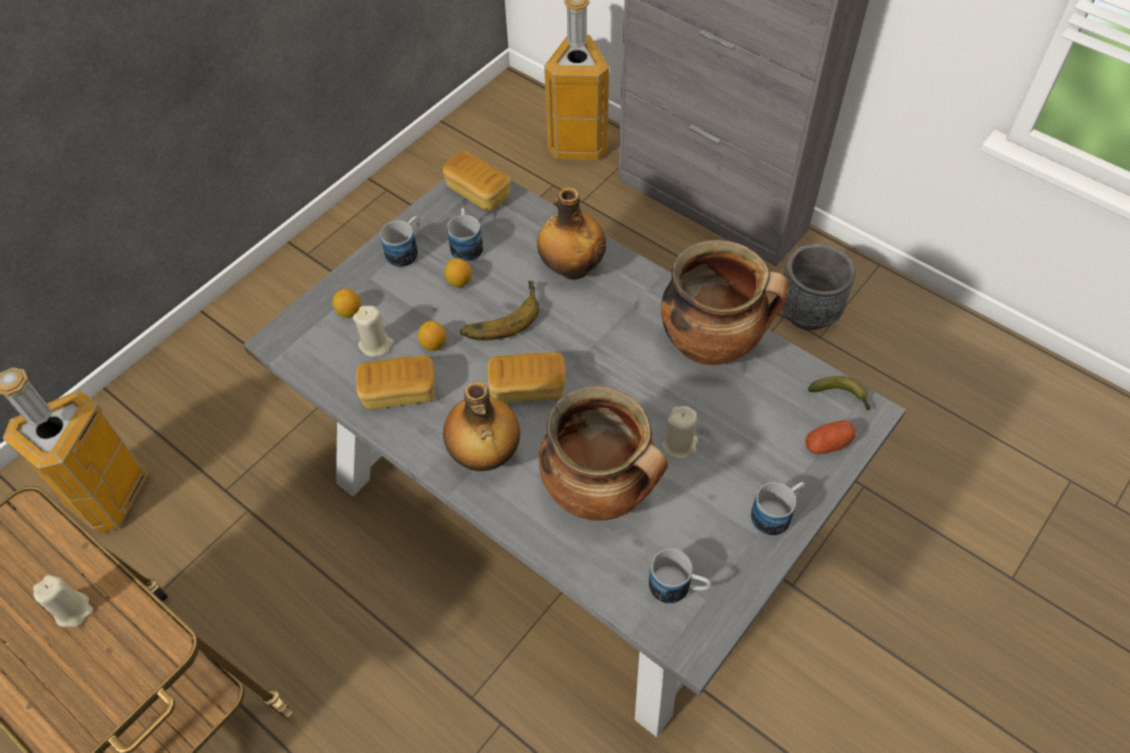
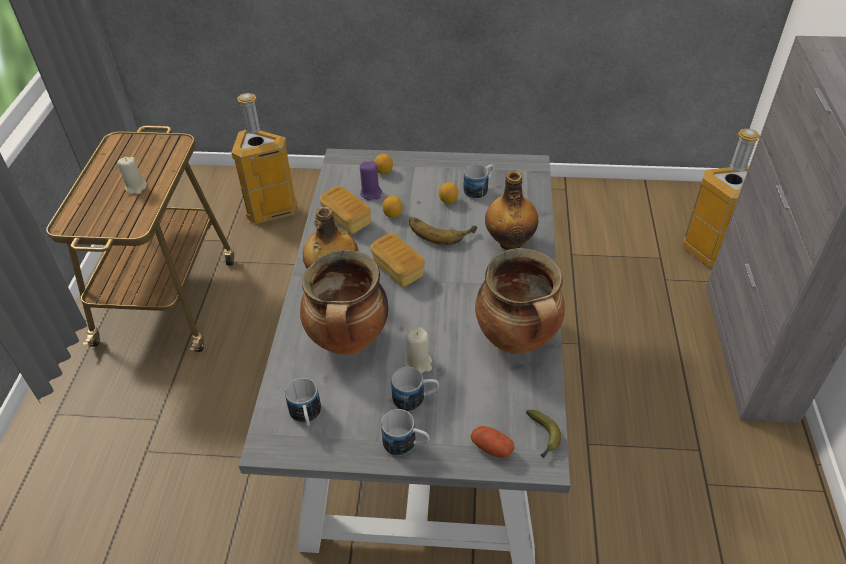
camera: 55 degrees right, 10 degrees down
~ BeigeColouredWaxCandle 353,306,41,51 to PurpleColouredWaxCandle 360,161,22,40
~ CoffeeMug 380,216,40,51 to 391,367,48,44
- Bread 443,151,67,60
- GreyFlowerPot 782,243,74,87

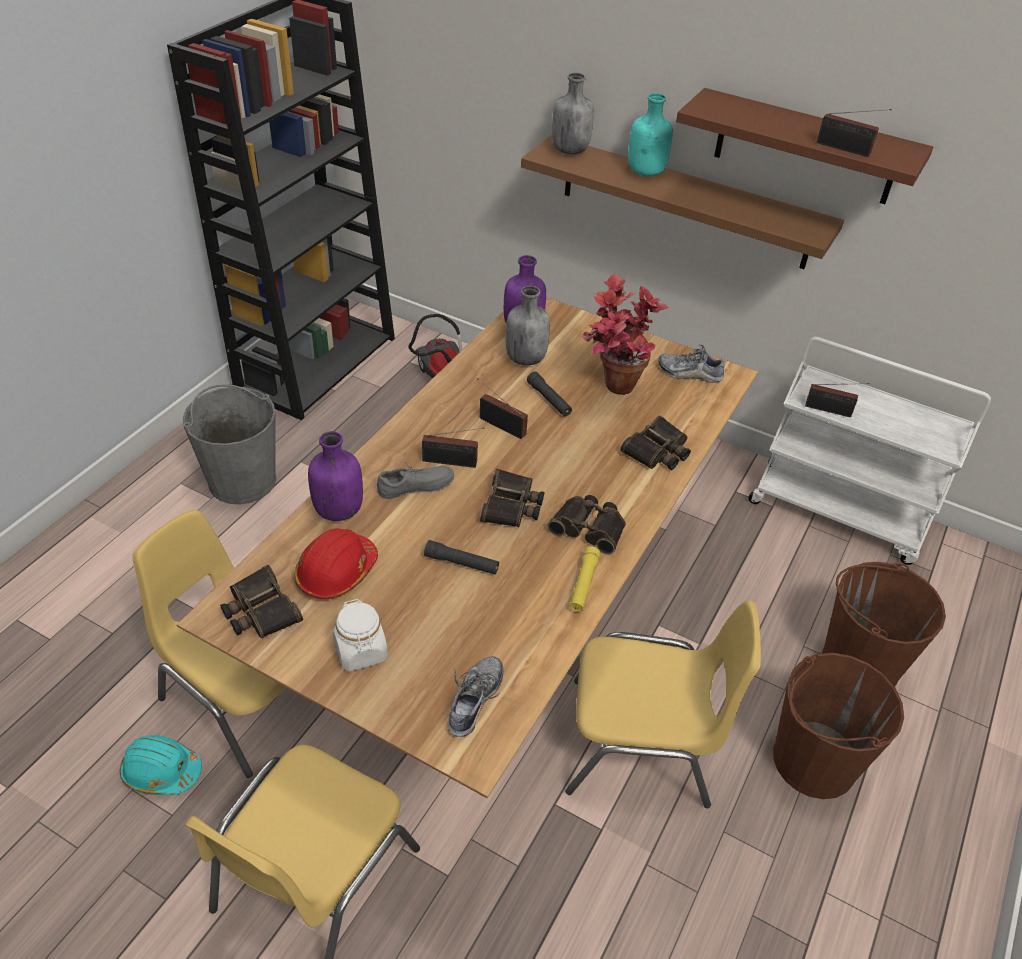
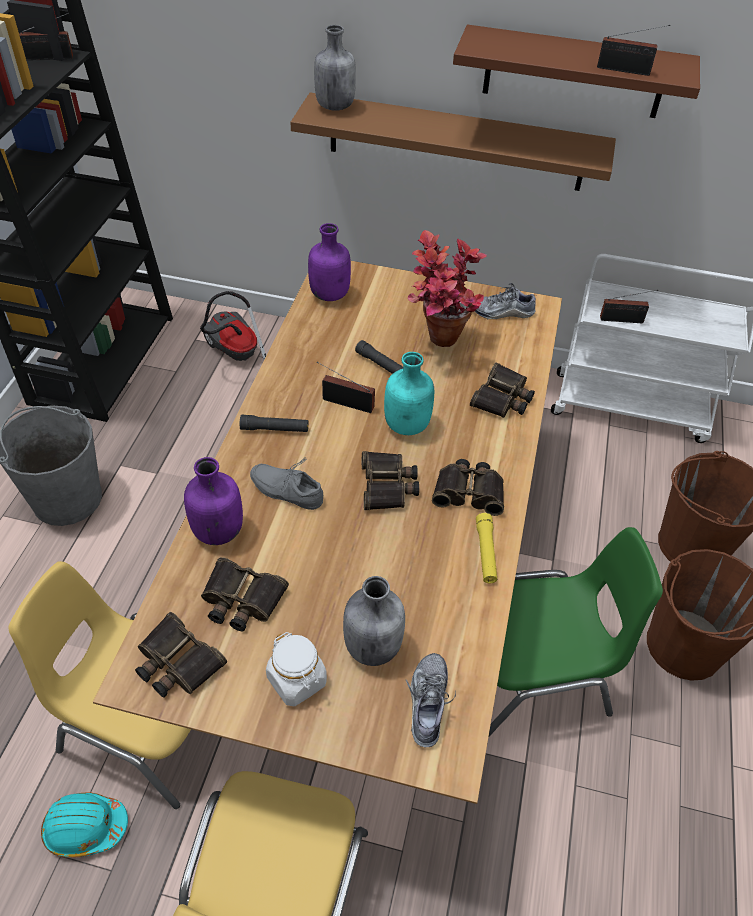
camera: 15 degrees left, 5 degrees up
~ RedColouredWorkHelmet 294,528,84,71 to FieldGlasses 201,557,88,74
~ GreyLowShoe 377,462,77,37 = 250,457,73,53 120 degrees counterclockwise
~ RadioReceiver 422,428,63,40 to 19,13,54,47
~ BlackishHandTorch 424,540,75,34 to 240,415,68,17
~ GreyBeverageBottle 505,286,45,79 to 343,576,62,90
~ YellowUprightChair 565,600,196,208 to GreenishUprightChair 488,527,175,211
~ TurquoiseBeverageBottle 628,93,45,83 to 384,352,50,83

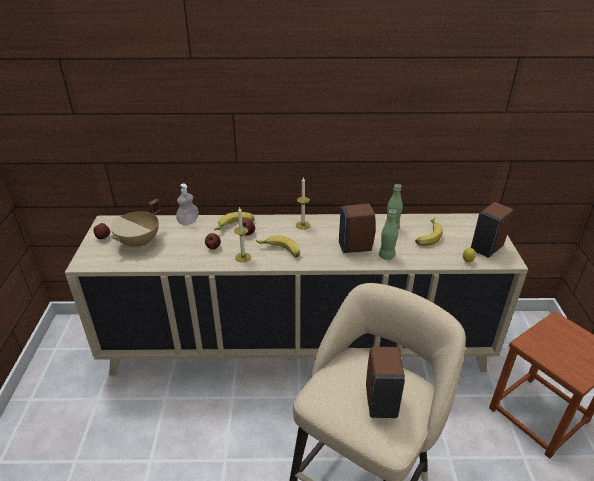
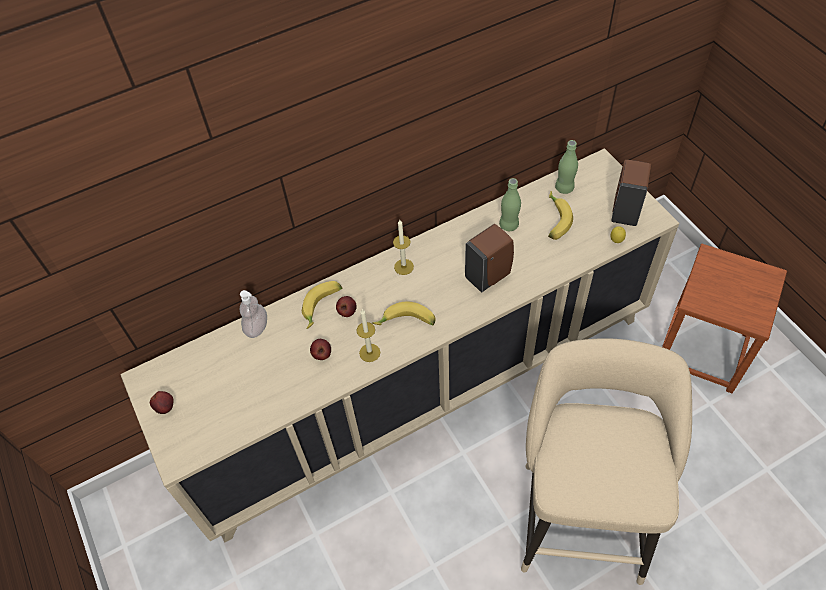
camera: 25 degrees left, 20 degrees up
- BeigeColouredStockpot 110,199,51,49
- BrownishSoapDispenser 366,347,39,71
~ GreenishBeverageBottle 379,209,19,51 to 555,140,23,54

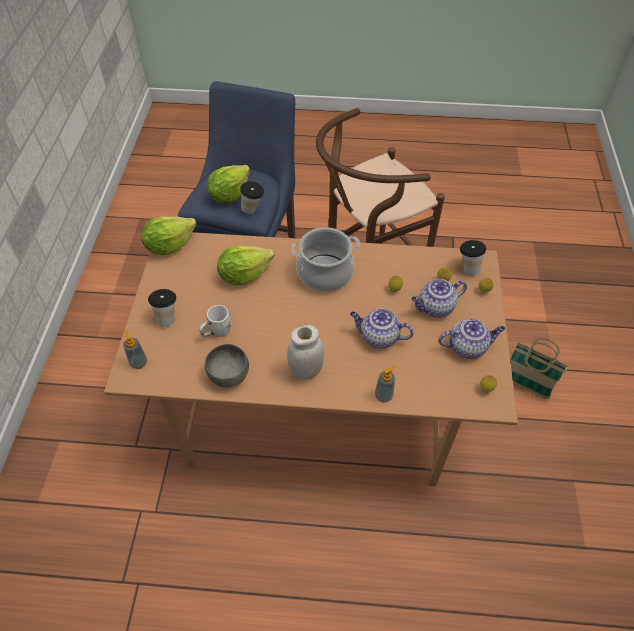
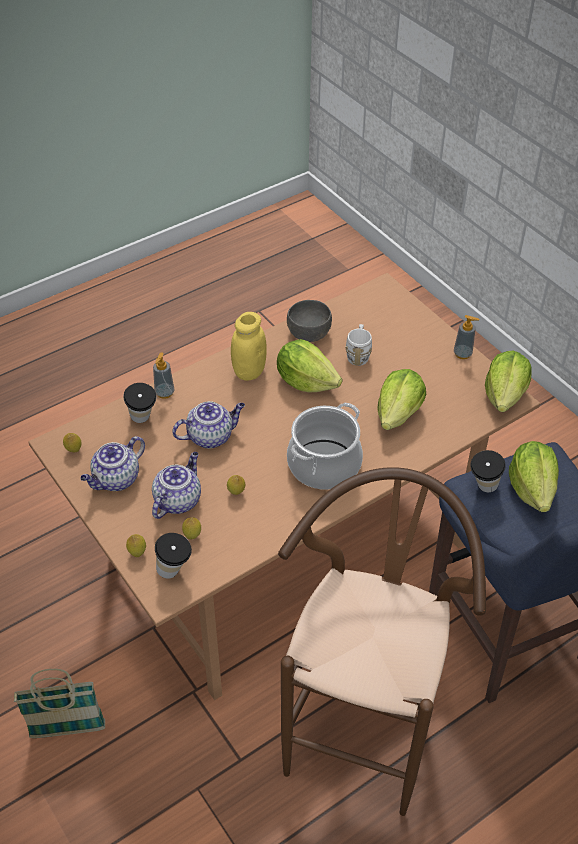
camera: 140 degrees right, 5 degrees down
~ SoapDispenser 123,329,24,40 to 454,315,25,44
~ DrinkingCup 148,289,28,38 to 123,383,33,40
~ WhiteColouredPreserveJar 287,325,37,55 to YellowPreserveJar 231,312,36,69
+ HeadOfLettuce 277,339,65,53

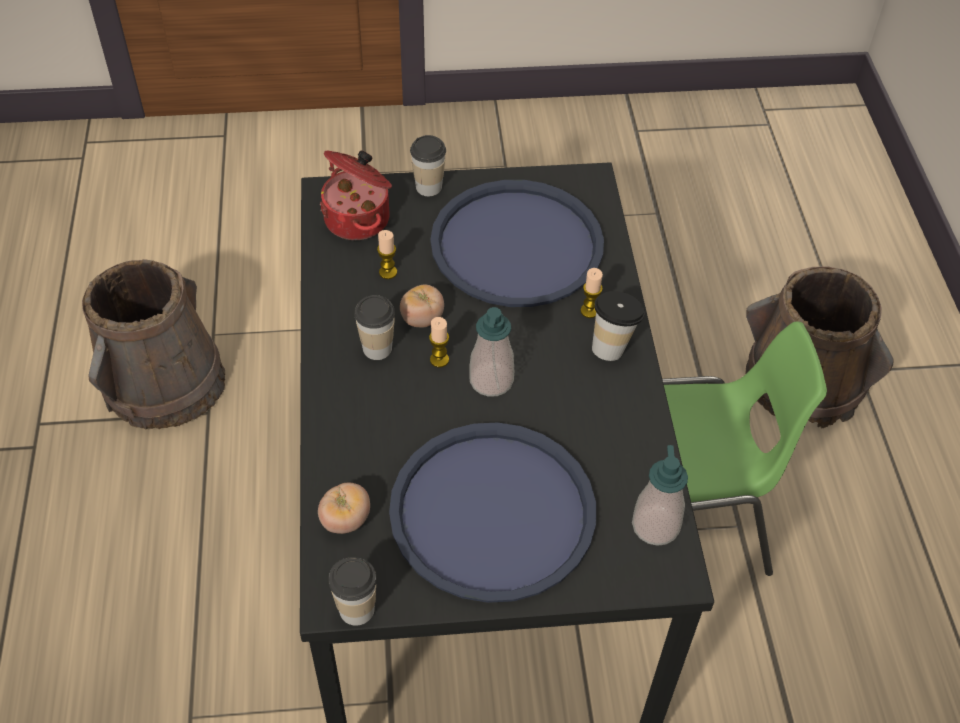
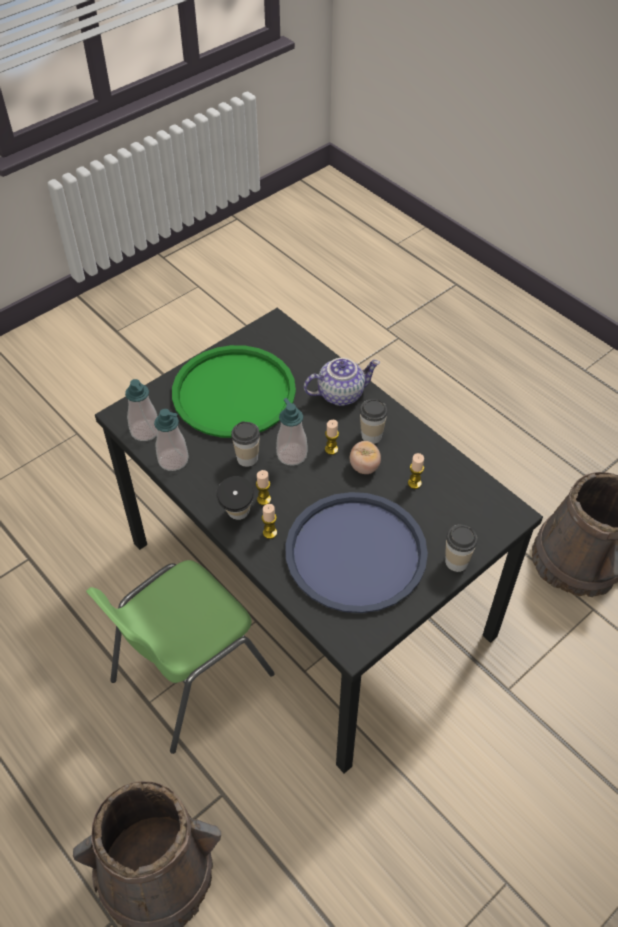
camera: 145 degrees right, 0 degrees up
- Tomato 318,483,52,51
- Stockpot 320,150,72,90
~ DrinkingCup 329,557,48,69 to 231,421,29,46
~ BluishCarryingTray 389,423,207,180 to GreenishCarryingTray 172,345,124,93
+ SoapDispenser 154,409,35,62
+ WaxCandle 256,470,15,35
+ PotForTea 304,358,76,48

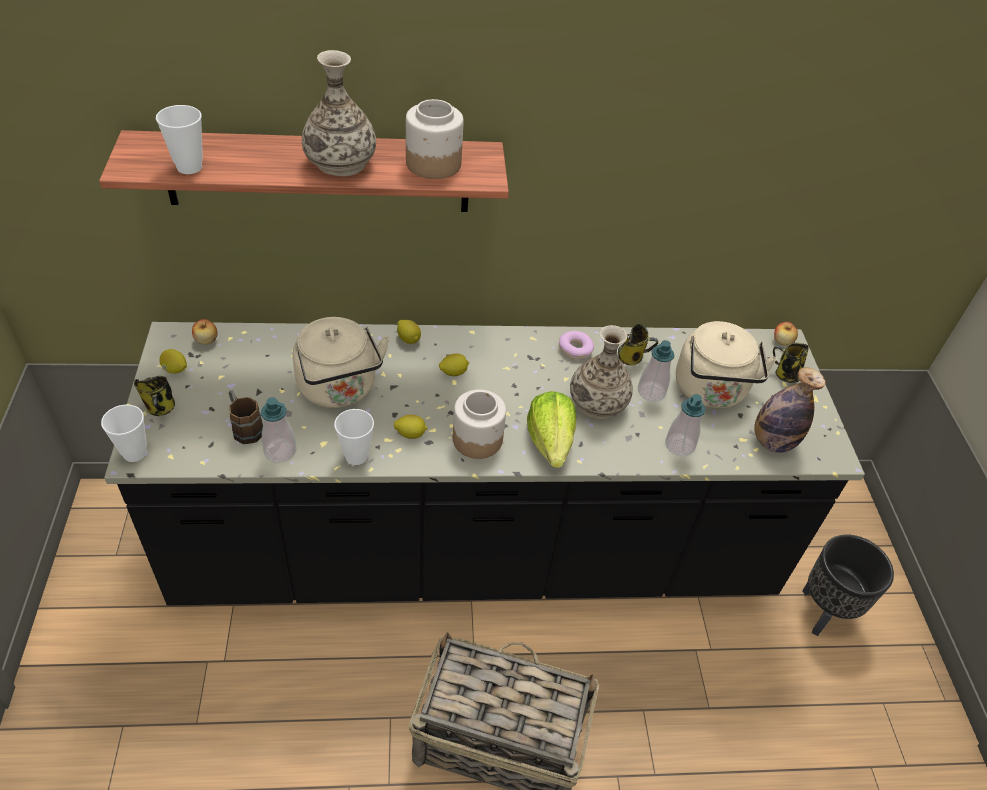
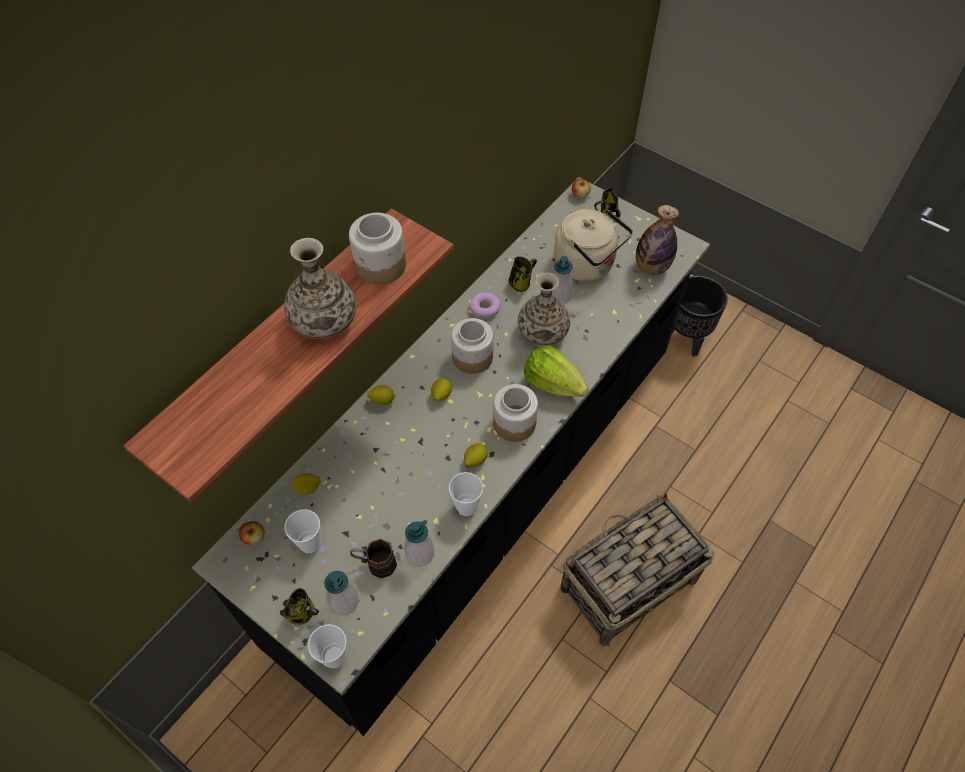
camera: 45 degrees left, 10 degrees up
~ DrinkingCup 156,105,47,69 to 284,509,37,44
~ CitrusFruit 159,349,28,25 to 291,473,30,23
- BeigeColouredWaterKettle 293,317,96,91
~ SoapDispenser 665,394,41,62 to 324,571,35,45
+ PreserveJar 451,318,42,56

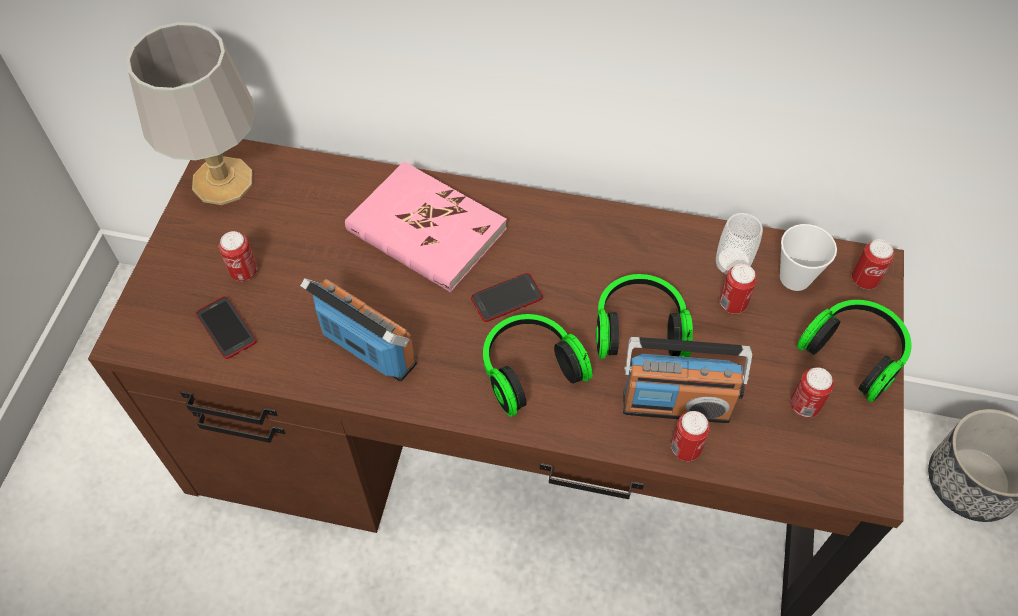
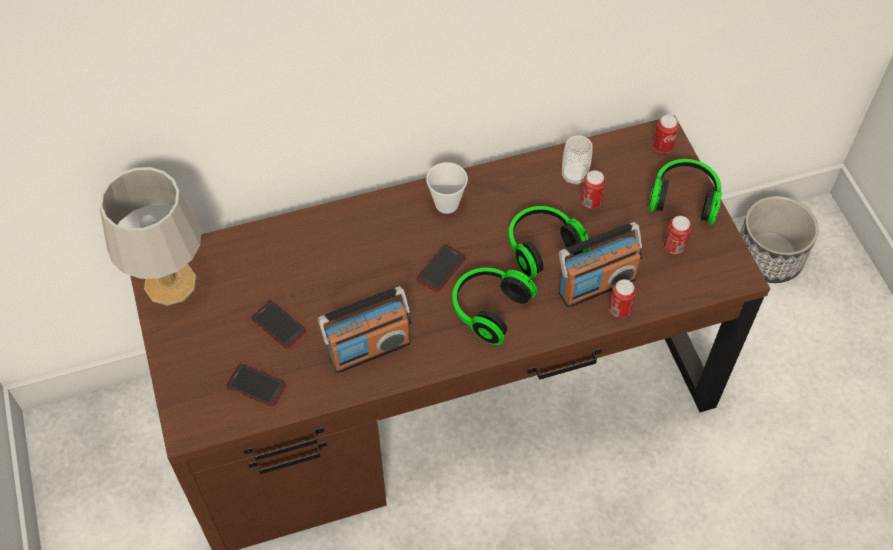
camera: 30 degrees left, 0 degrees up
- MetalCan 219,231,38,50
~ RadioReceiver 300,278,117,104 = 318,286,93,87 150 degrees clockwise
- PinkishBoundBook 345,161,162,131
~ DrinkingCup 780,224,57,67 to 426,162,42,52
+ Telephone 251,301,55,47

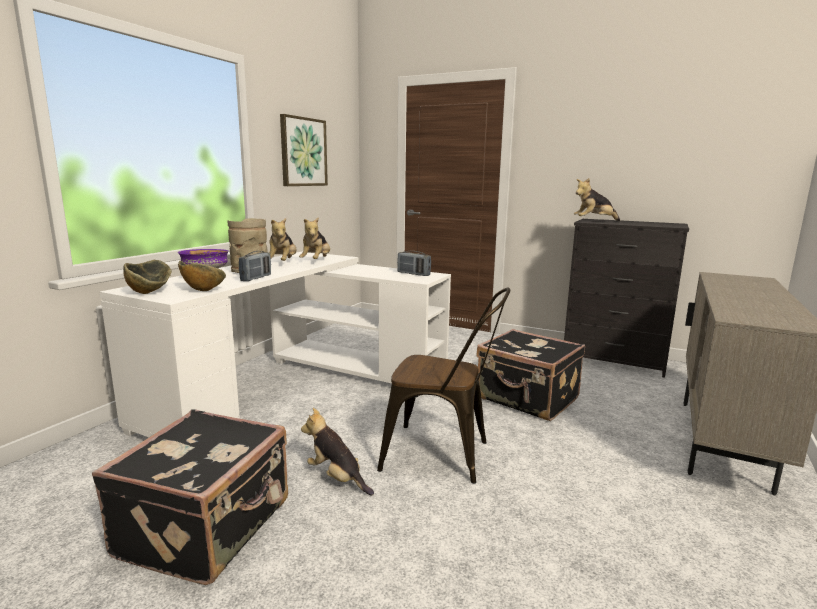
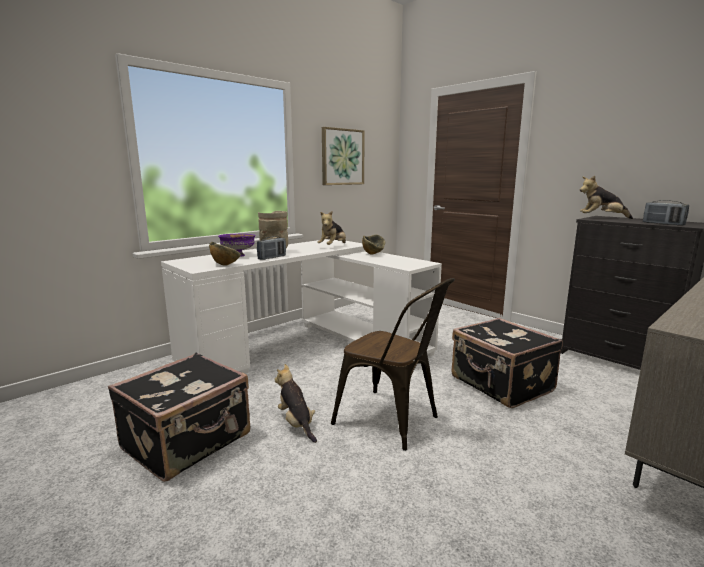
camera: 20 degrees right, 0 degrees up
~ ServingBowl 123,260,49,34 to 362,235,23,20
- SoftToy 269,218,28,43
~ RadioReceiver 397,251,34,25 to 643,200,46,26

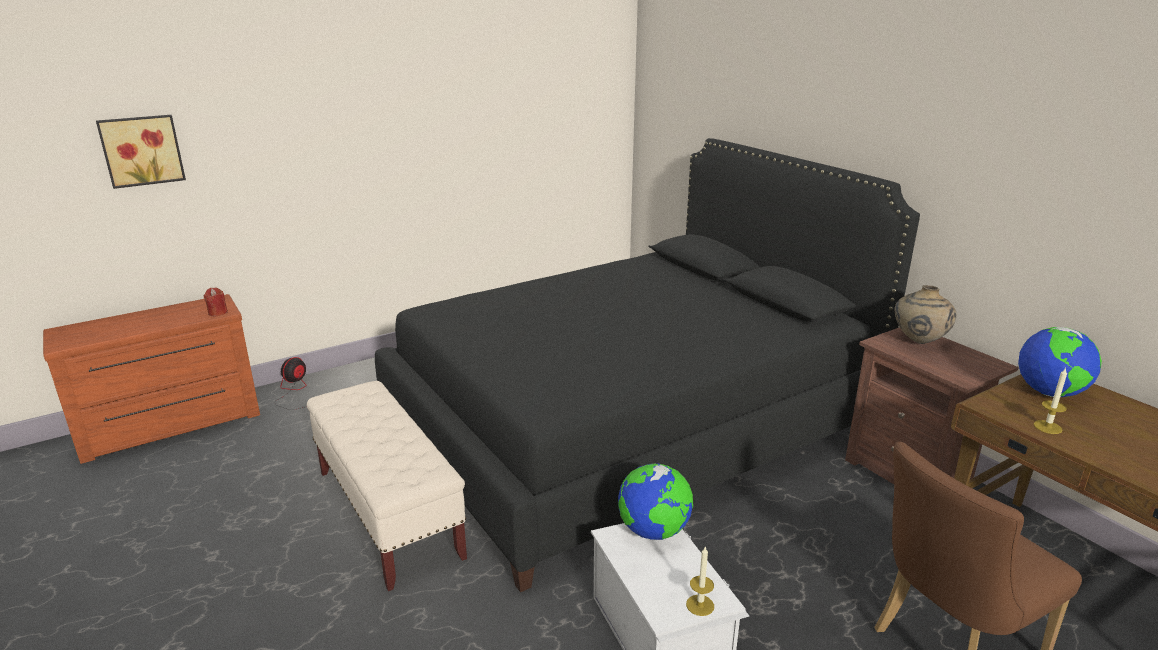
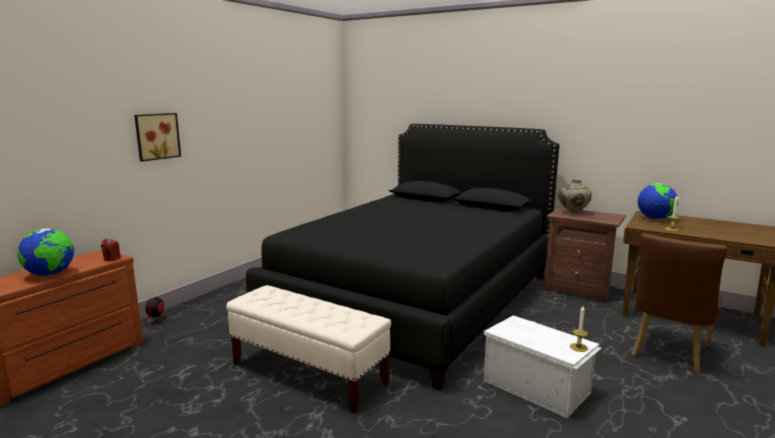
camera: 25 degrees left, 10 degrees down
~ Picture 96,115,90,74 to 134,113,47,49
~ DeskGlobe 618,464,75,76 to 17,228,57,48

